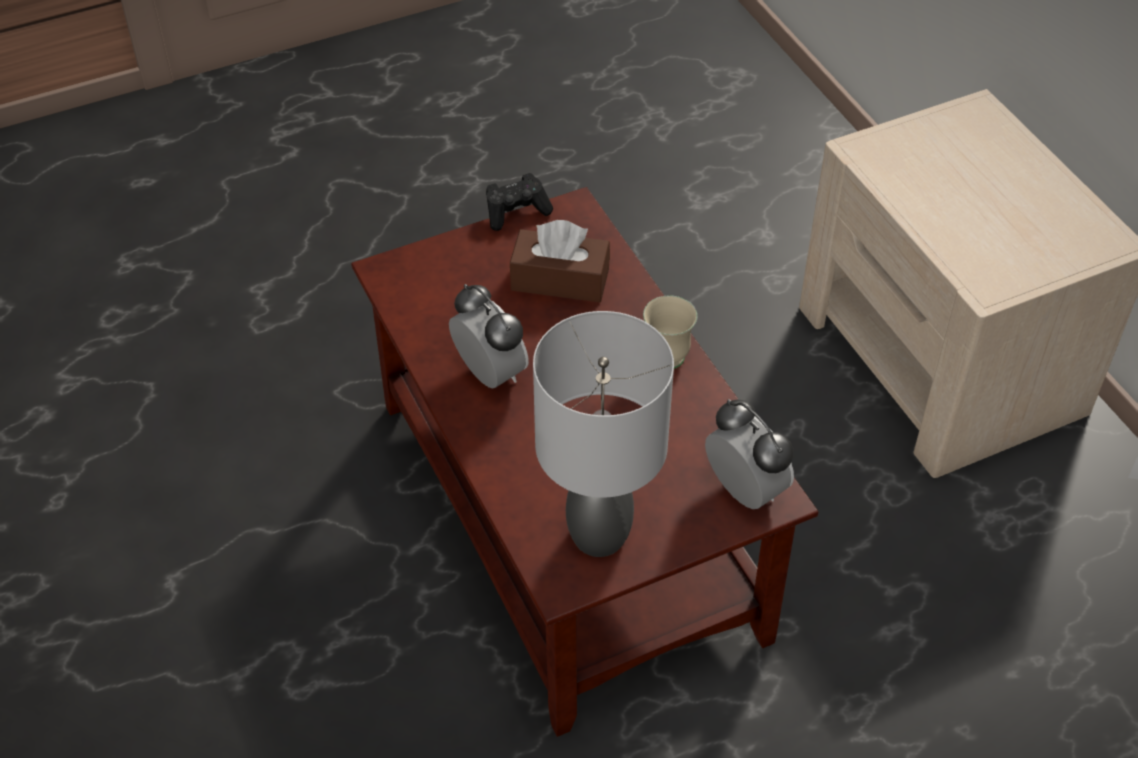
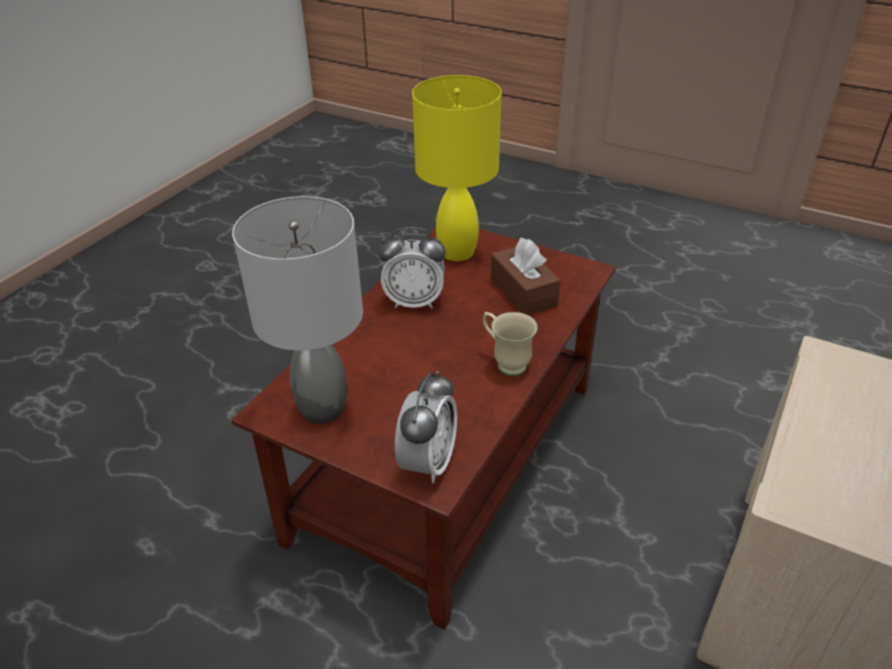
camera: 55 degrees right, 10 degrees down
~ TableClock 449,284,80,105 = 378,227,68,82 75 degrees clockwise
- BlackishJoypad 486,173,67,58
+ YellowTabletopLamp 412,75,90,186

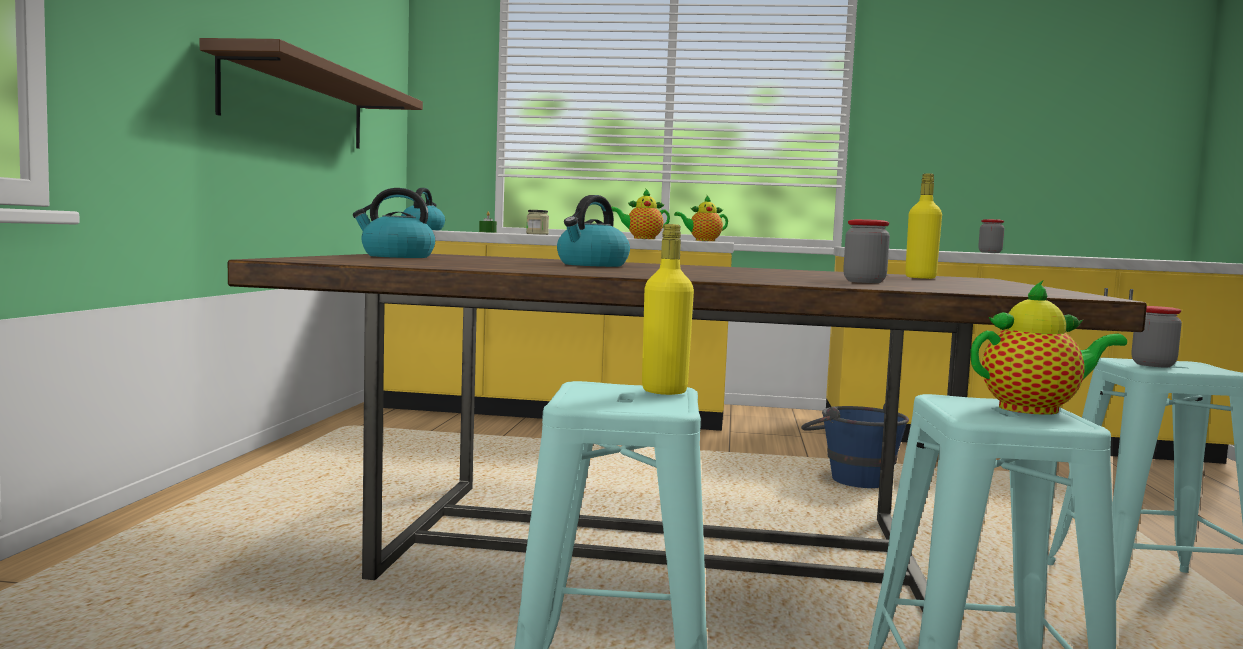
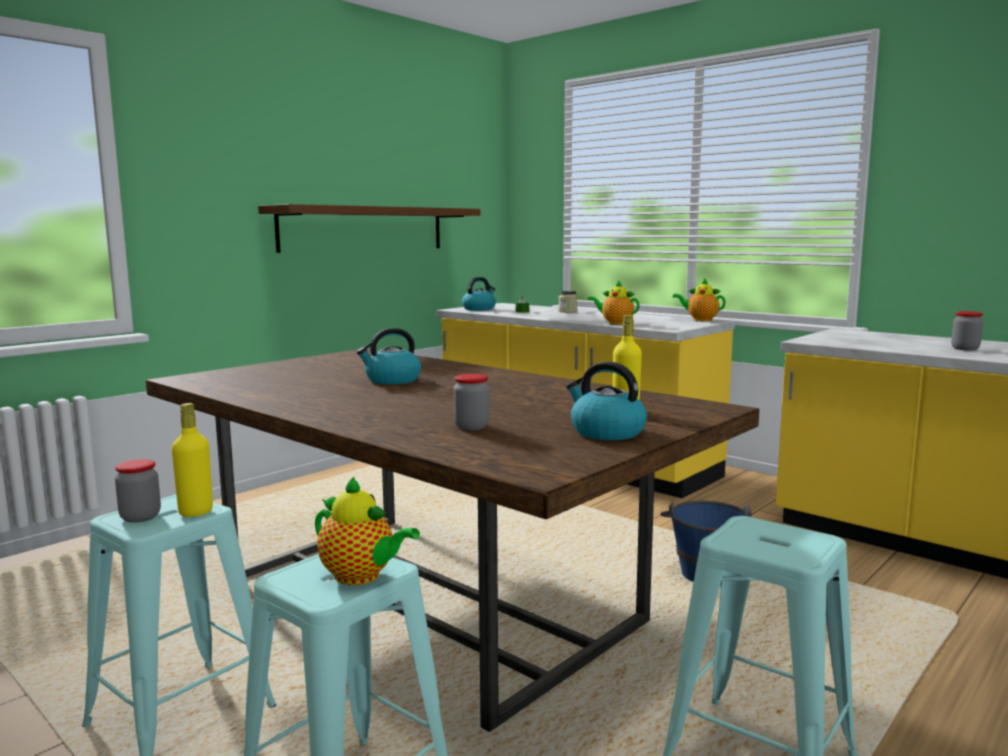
camera: 35 degrees right, 5 degrees up
~ WaterKettle 353,188,82,70 to 566,362,81,78
~ PreserveJar 1132,306,50,61 to 115,459,46,64

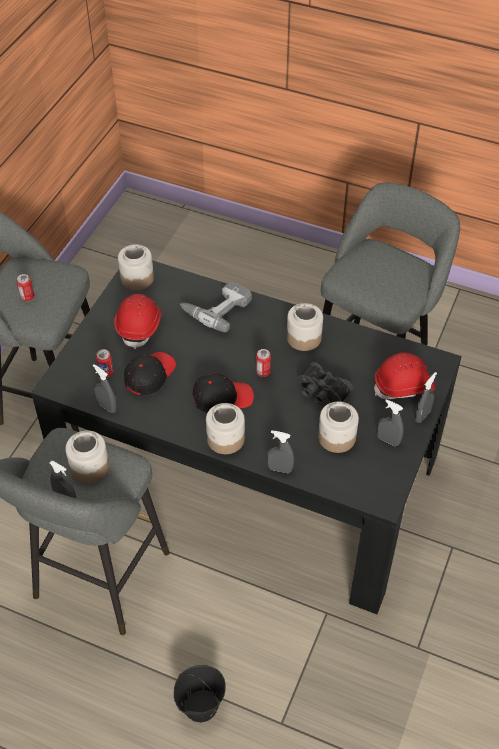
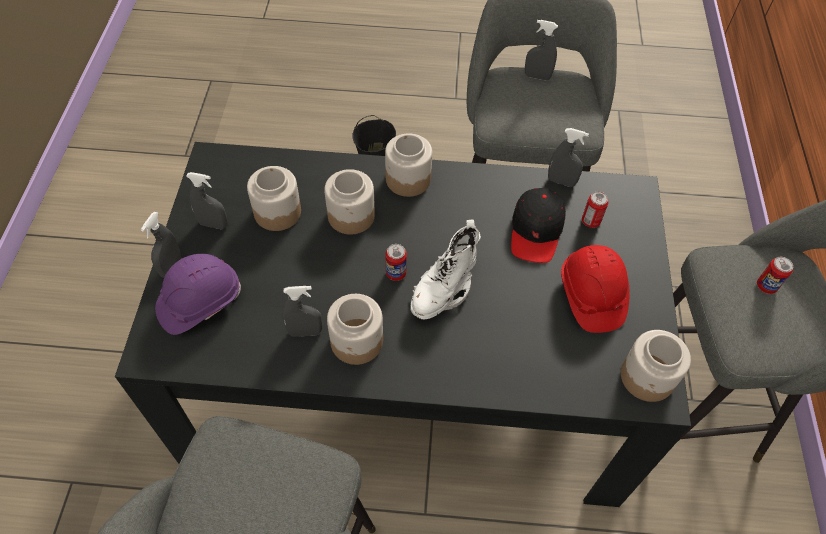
camera: 160 degrees right, 5 degrees up
~ PreserveJar 65,430,44,53 to 324,169,51,66
- PowerDrill 180,281,72,51
- BlackishPeakedCap 193,374,61,39
~ GreyHandSprayer 267,430,27,43 to 282,286,40,51
- BlackishFieldGlasses 297,362,57,43
~ RedColouredWorkHelmet 374,353,61,46 to PurpleColouredWorkHelmet 155,254,86,81
+ WhiteColouredHighTopBoot 410,220,71,100

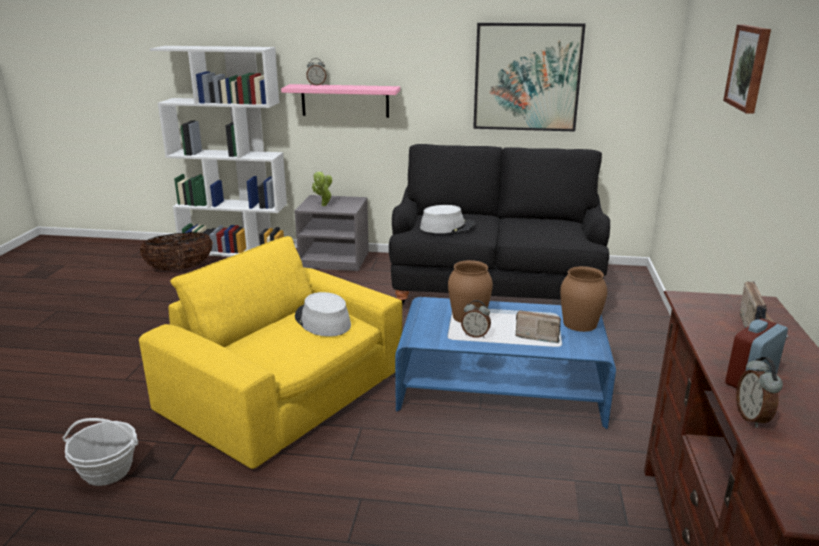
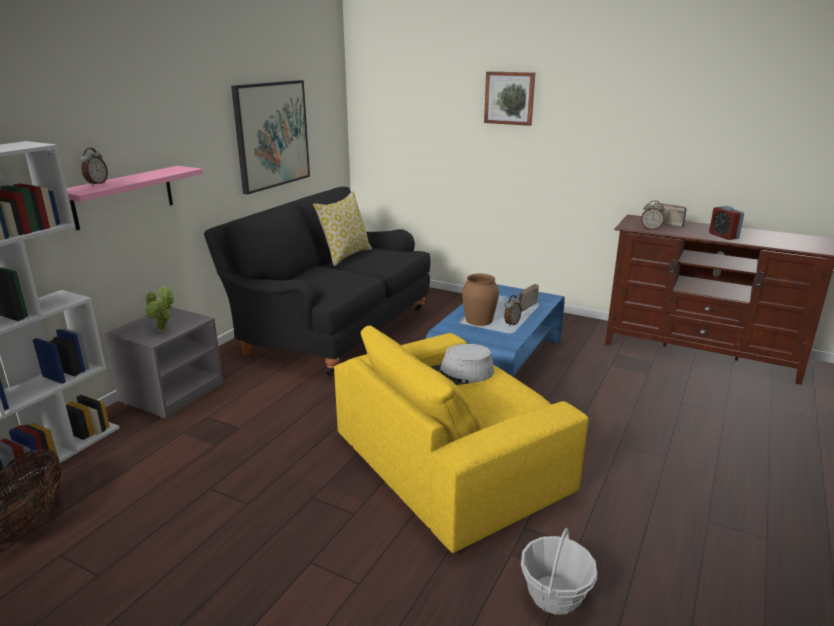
camera: 70 degrees left, 0 degrees up
- GreyHat 420,205,55,28
- BrownishFlowerVase 560,266,47,66
~ TableClock 736,357,47,71 to 641,201,24,29
+ Pillow 313,191,59,75

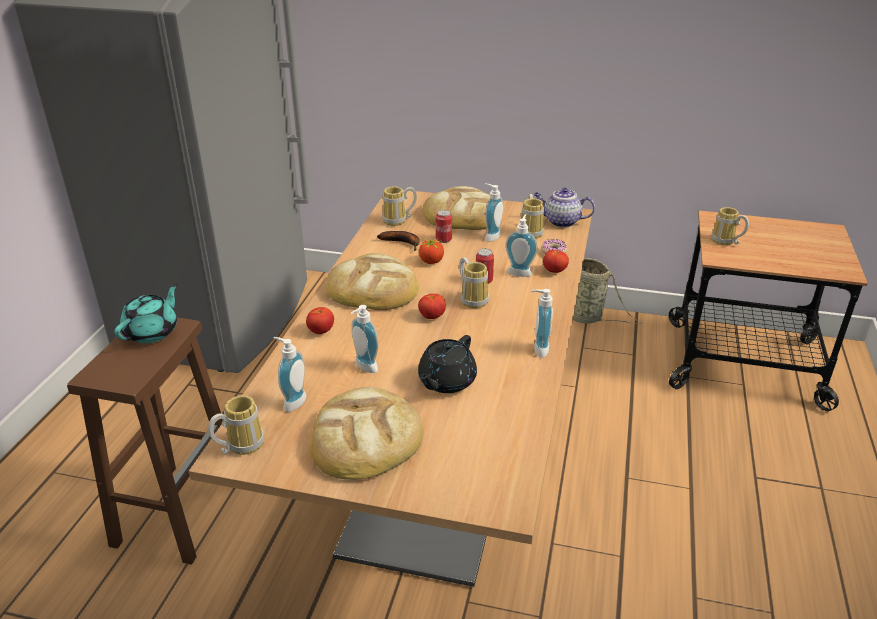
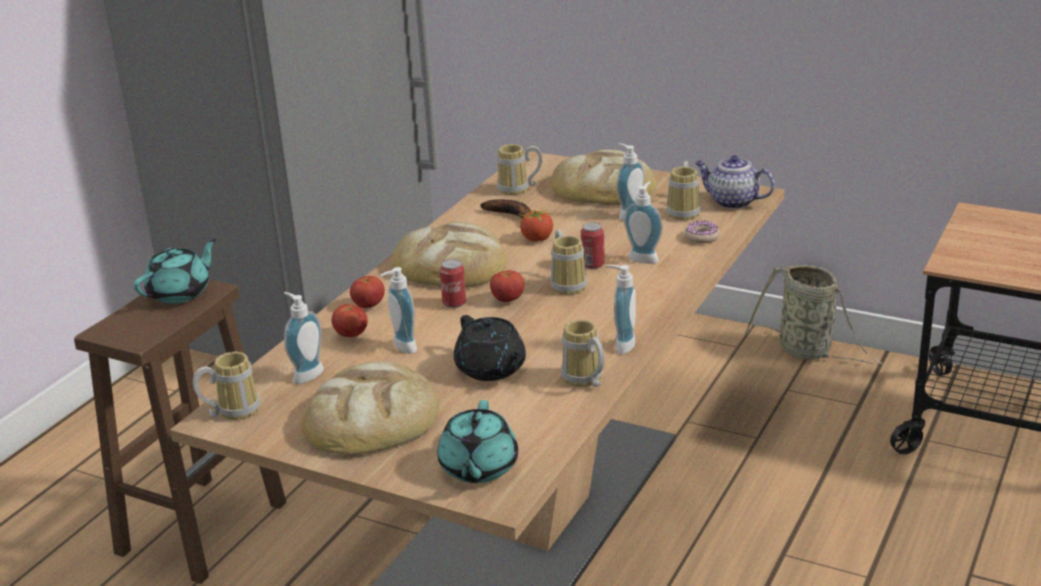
camera: 15 degrees right, 5 degrees down
~ BlackishPotForTea 418,335,59,58 = 454,315,72,66 75 degrees counterclockwise
~ MetalCan 436,210,16,33 to 440,259,26,49
~ Tomato 543,250,26,23 to 332,304,36,33
~ CoffeeMug 711,207,38,38 to 561,320,43,67
+ TurquoisePotForTea 437,400,81,83

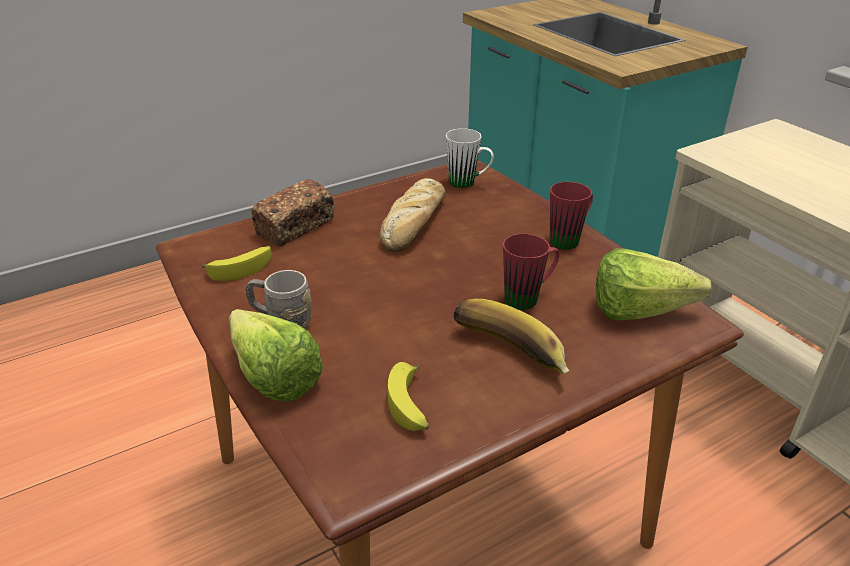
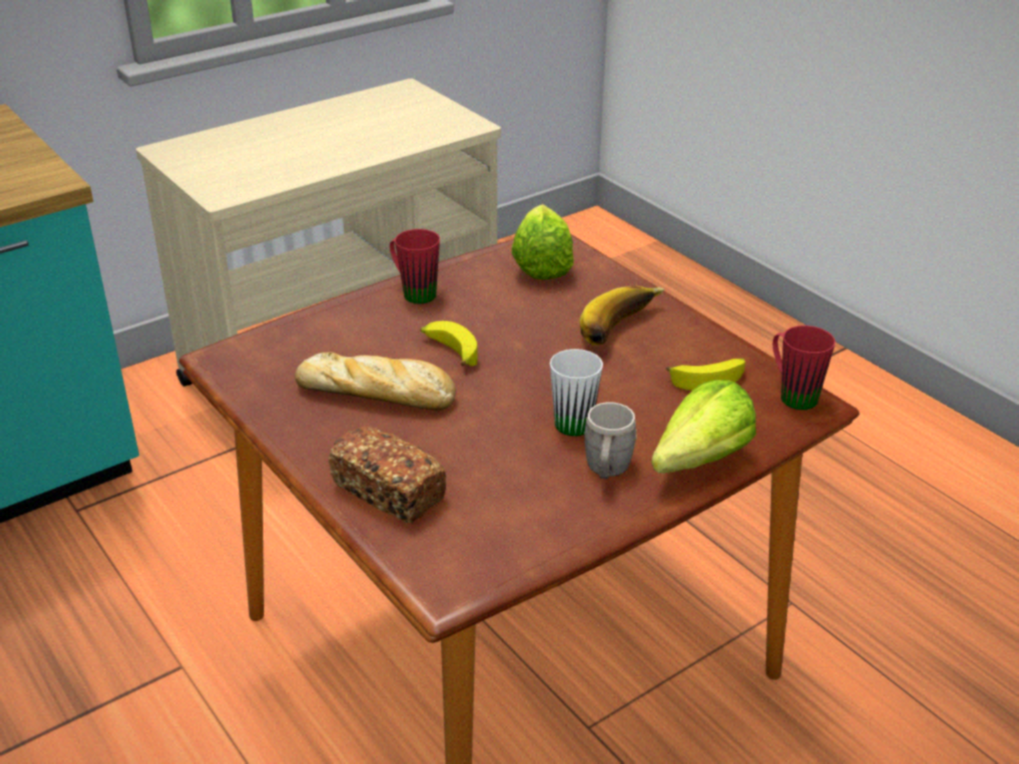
camera: 95 degrees left, 0 degrees up
~ Banana 202,246,70,35 to 420,321,58,45
~ WhiteColouredCoffeeMug 446,128,48,60 to 550,349,53,87
~ RedColouredCoffeeMug 503,234,56,76 to 773,325,62,85

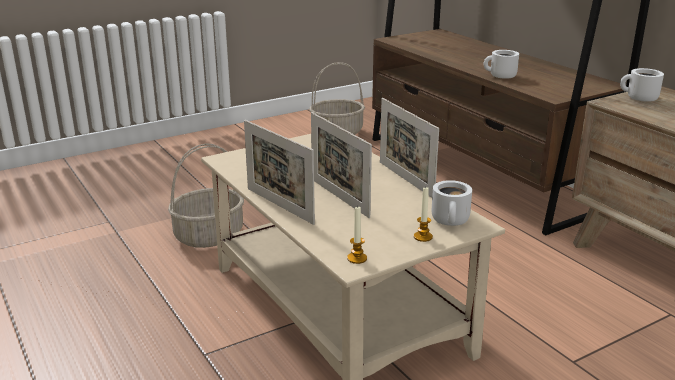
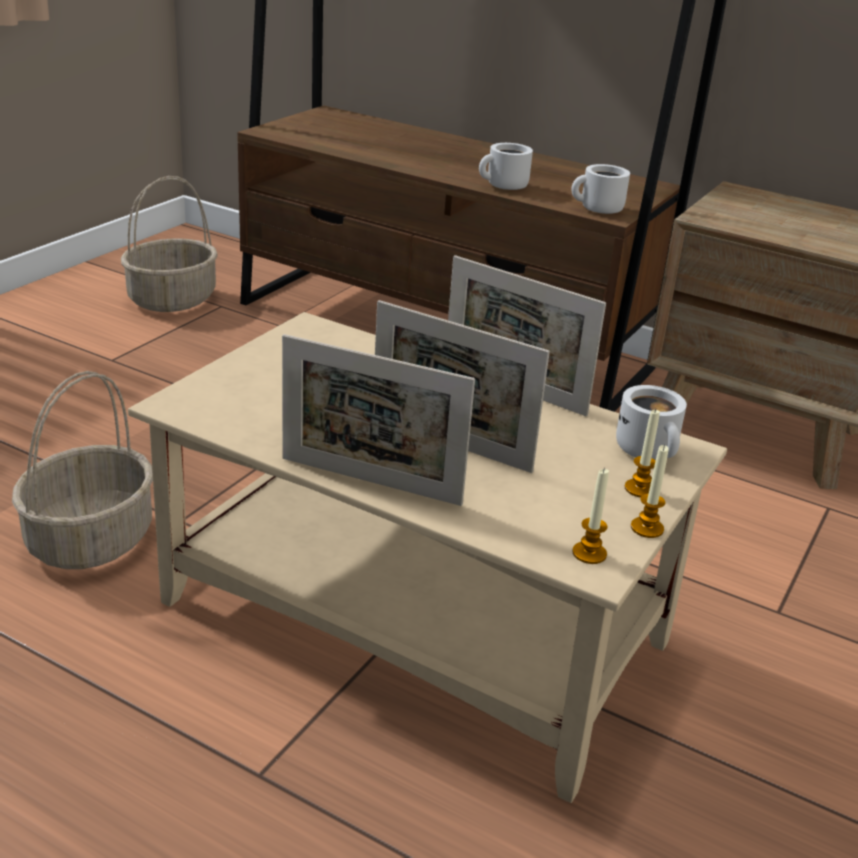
camera: 30 degrees left, 5 degrees up
~ WhiteColouredCoffeeMug 620,68,44,34 to 572,164,58,50
+ WaxCandle 631,445,38,93

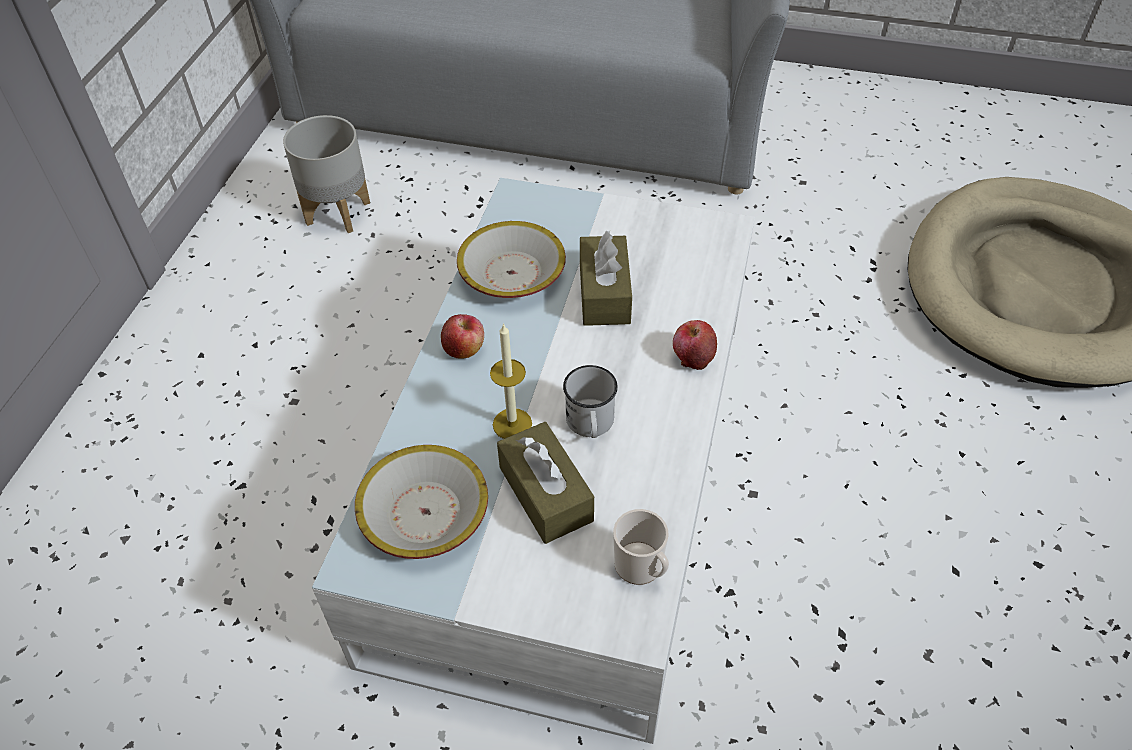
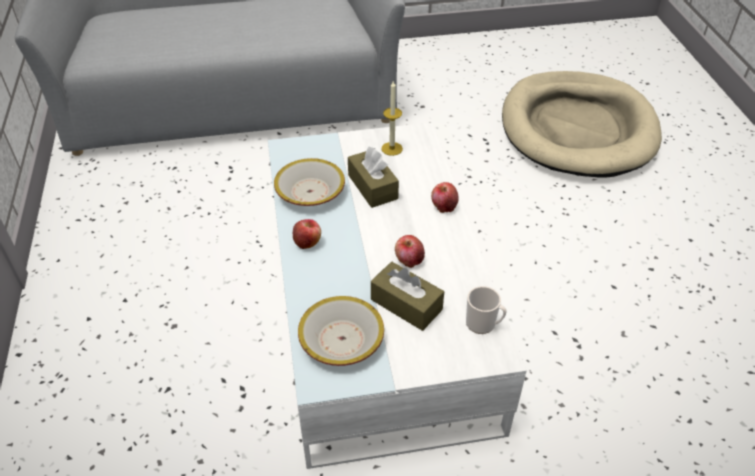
camera: 25 degrees left, 5 degrees down
- GreyFlowerPot 283,115,87,118
~ WaxCandle 490,323,42,116 to 381,81,22,75
~ WhiteColouredCoffeeMug 563,365,55,73 to AppleFruit 395,235,30,33

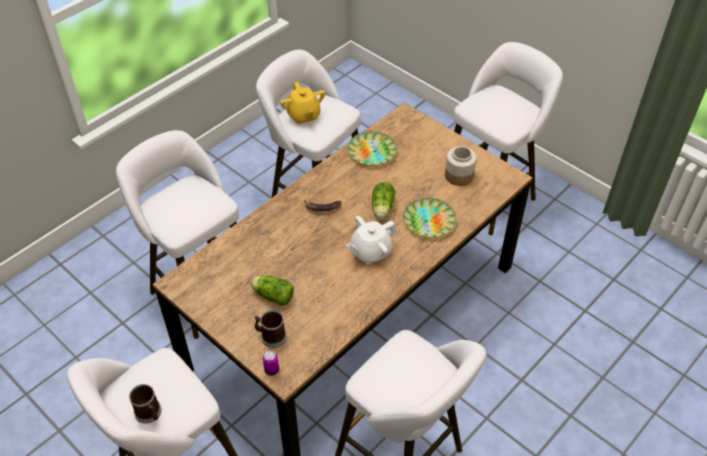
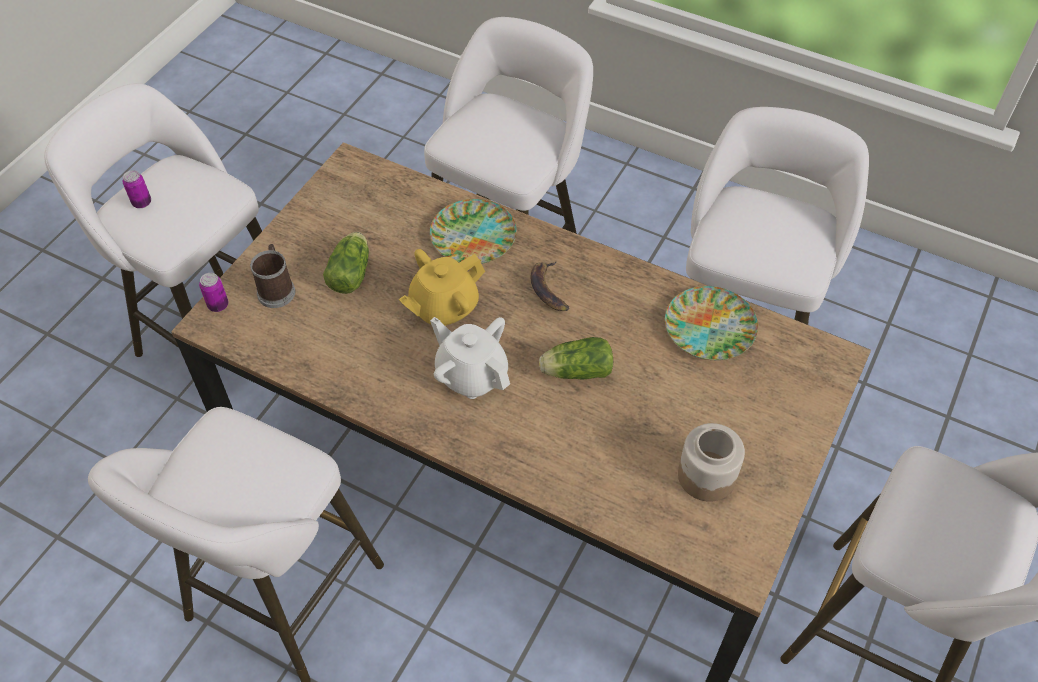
camera: 75 degrees right, 5 degrees up
~ CoffeeMug 129,384,33,40 to MetalCan 123,170,28,38
~ YellowPotForTea 280,82,45,42 to 399,249,86,77
~ Plate 403,198,54,40 to 430,199,87,65

